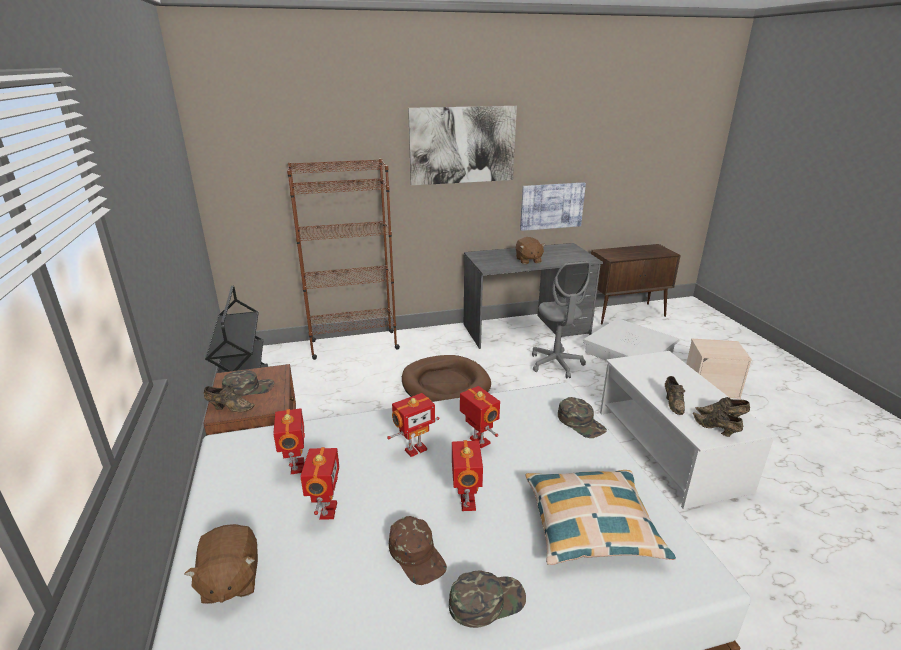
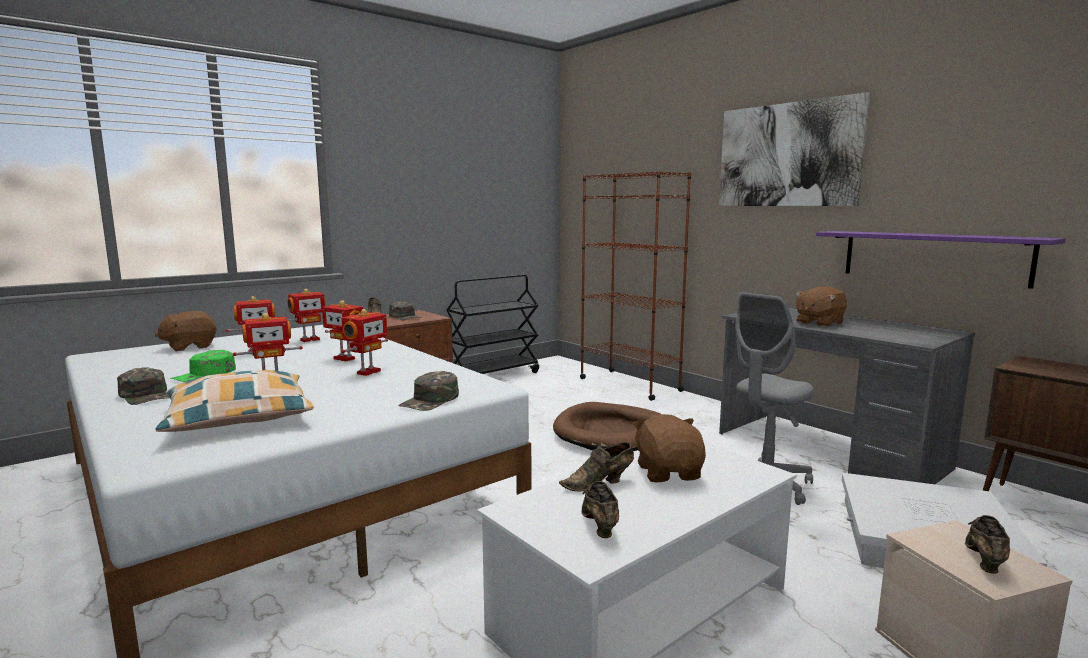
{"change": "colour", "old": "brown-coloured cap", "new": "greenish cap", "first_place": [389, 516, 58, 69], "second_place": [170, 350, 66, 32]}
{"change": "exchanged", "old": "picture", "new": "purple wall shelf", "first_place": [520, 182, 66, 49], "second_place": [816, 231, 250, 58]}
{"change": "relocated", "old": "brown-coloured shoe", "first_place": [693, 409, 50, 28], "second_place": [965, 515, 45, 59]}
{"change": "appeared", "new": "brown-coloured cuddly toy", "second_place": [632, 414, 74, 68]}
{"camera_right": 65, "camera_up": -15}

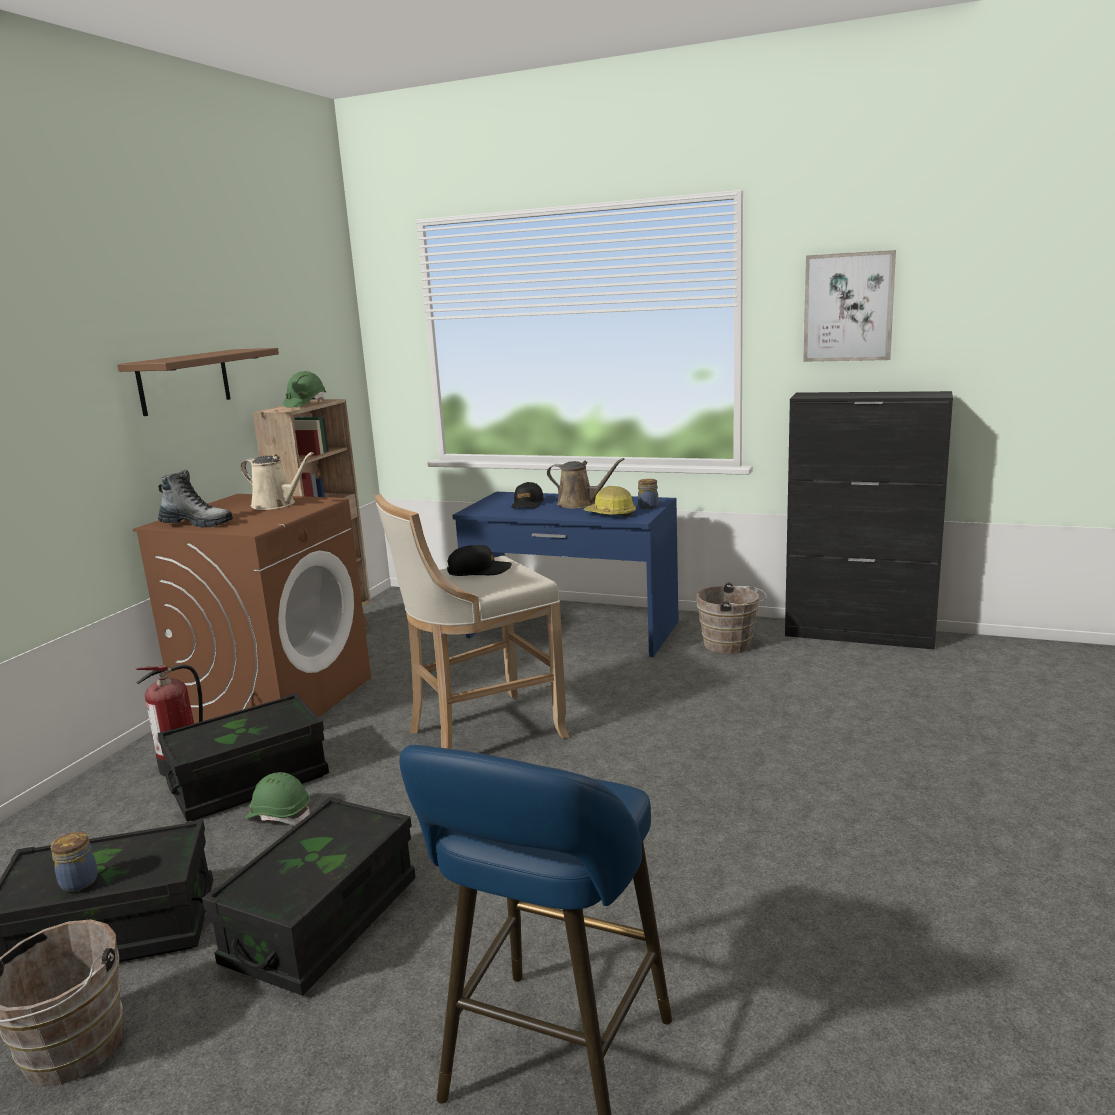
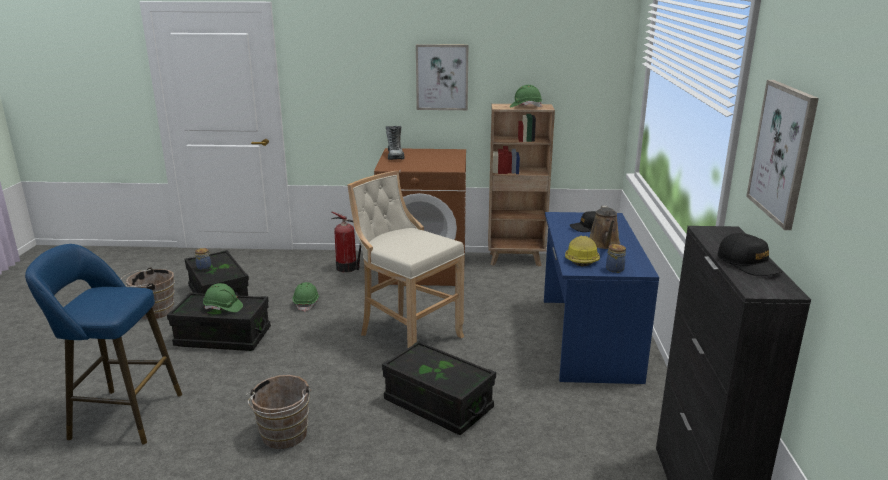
{"change": "exchanged", "old": "brown-coloured wall shelf", "new": "picture", "first_place": [117, 348, 162, 68], "second_place": [416, 44, 52, 66]}
{"change": "relocated", "old": "black storage container", "first_place": [157, 693, 172, 129], "second_place": [382, 341, 114, 94]}
{"change": "missing", "old": "beige watering pot", "first_place": [241, 452, 73, 58]}
{"change": "relocated", "old": "black cap", "first_place": [447, 545, 65, 31], "second_place": [718, 233, 65, 43]}
{"change": "relocated", "old": "brown-coloured pail", "first_place": [696, 583, 71, 71], "second_place": [246, 375, 65, 74]}
{"change": "appeared", "new": "greenish work helmet", "second_place": [203, 283, 40, 29]}
{"camera_right": 70, "camera_up": 5}

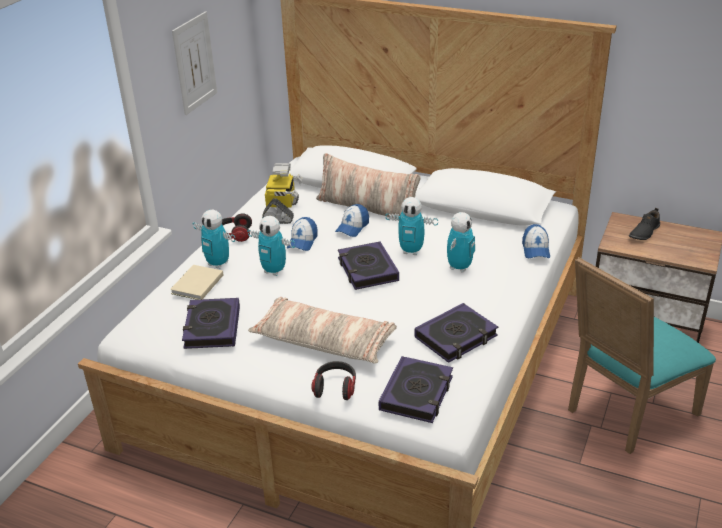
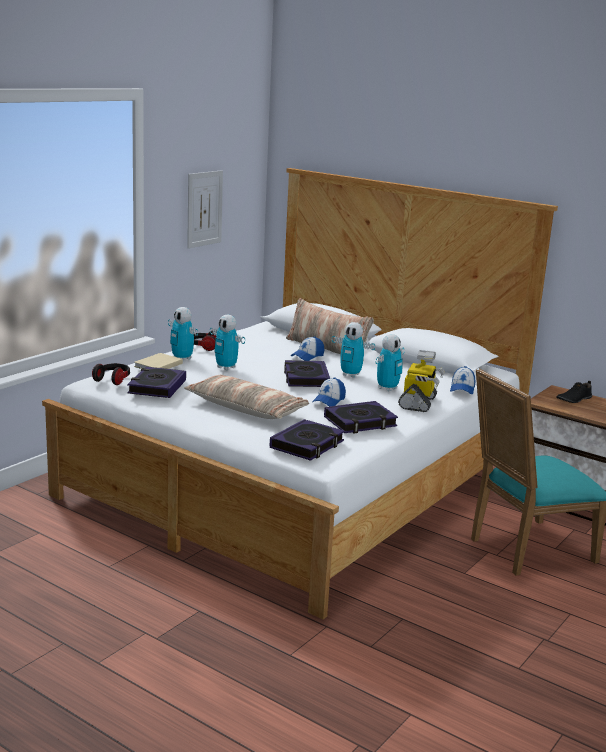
{"change": "relocated", "old": "model robot", "first_place": [262, 163, 40, 61], "second_place": [398, 350, 47, 62]}
{"change": "relocated", "old": "cap", "first_place": [287, 217, 30, 34], "second_place": [312, 377, 34, 29]}
{"change": "relocated", "old": "headset", "first_place": [311, 361, 45, 39], "second_place": [92, 363, 38, 22]}
{"camera_right": 10, "camera_up": -15}

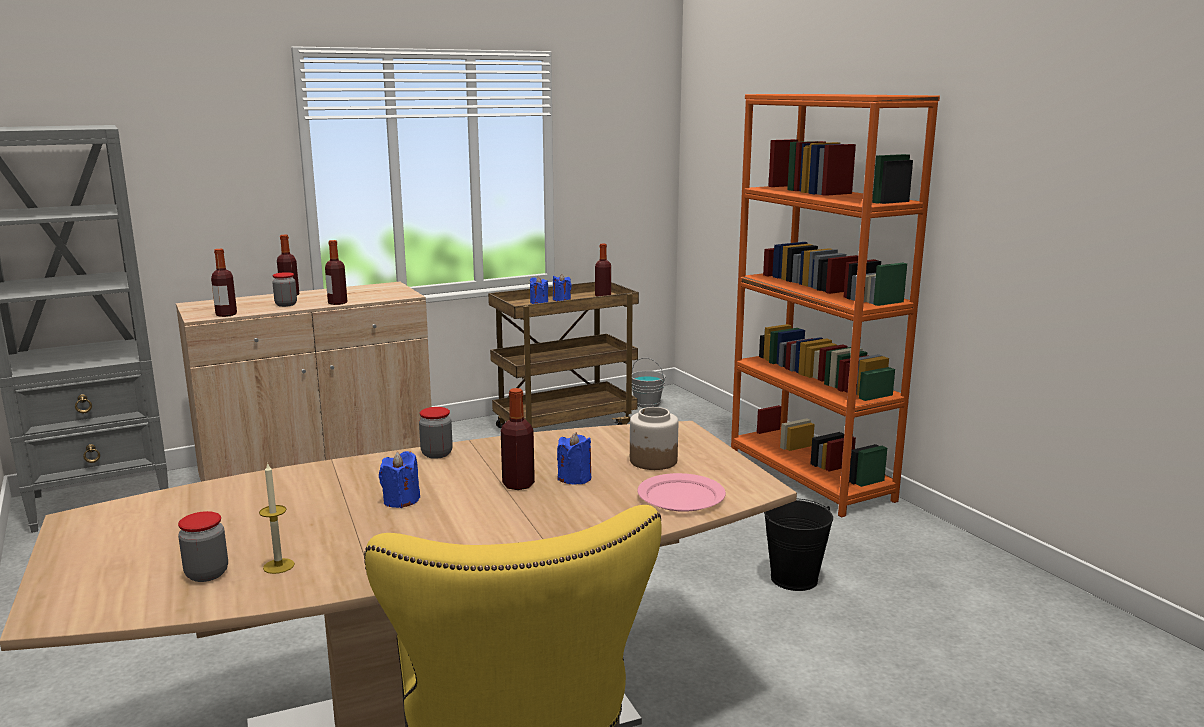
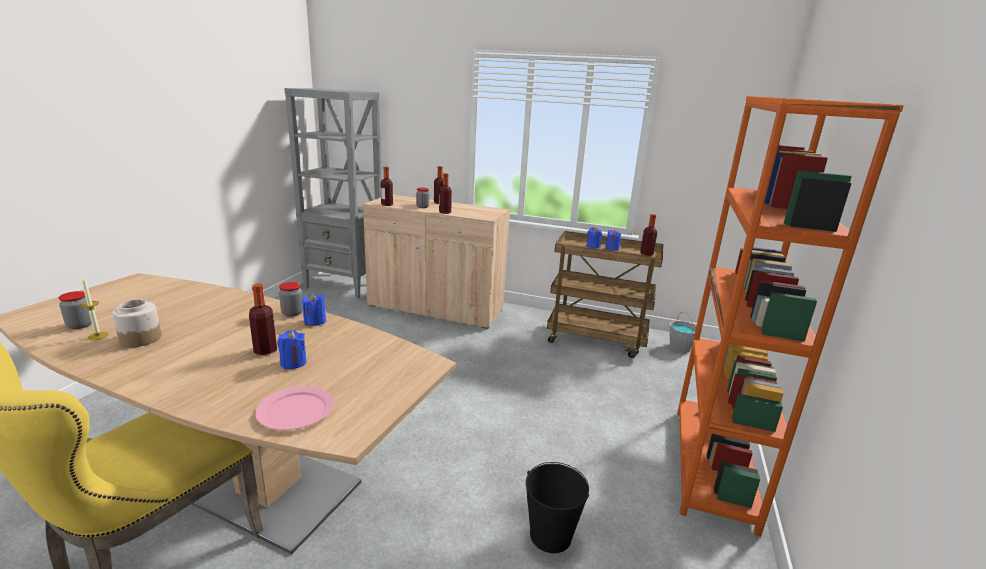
{"change": "relocated", "old": "blue-coloured wax light", "first_place": [379, 451, 41, 57], "second_place": [302, 292, 24, 34]}
{"change": "relocated", "old": "jar", "first_place": [630, 407, 48, 63], "second_place": [112, 299, 50, 48]}
{"camera_right": 45, "camera_up": 5}

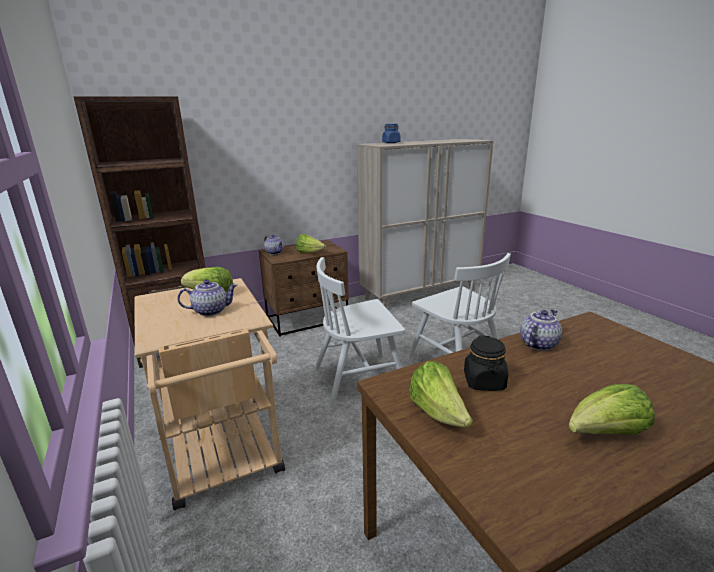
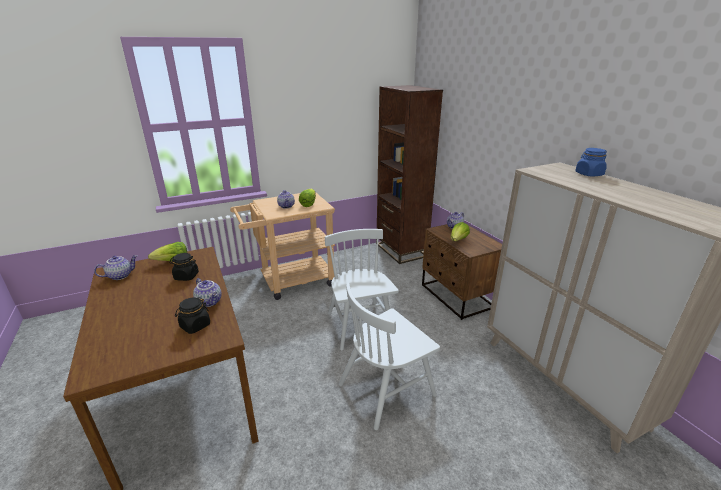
{"change": "missing", "old": "lettuce", "first_place": [568, 384, 87, 51]}
{"change": "appeared", "new": "pot for tea", "second_place": [94, 255, 43, 25]}
{"change": "appeared", "new": "black jar", "second_place": [175, 297, 35, 37]}
{"camera_right": 90, "camera_up": 5}

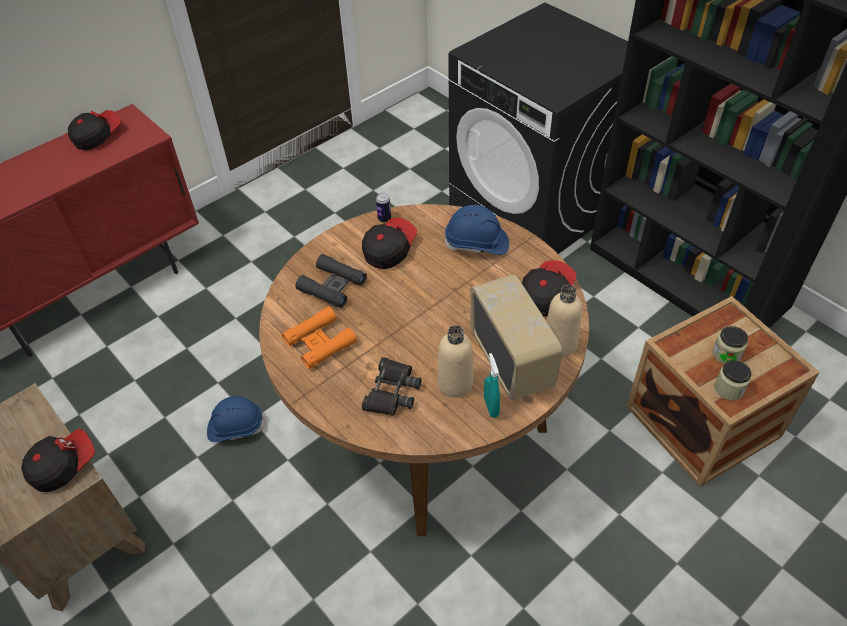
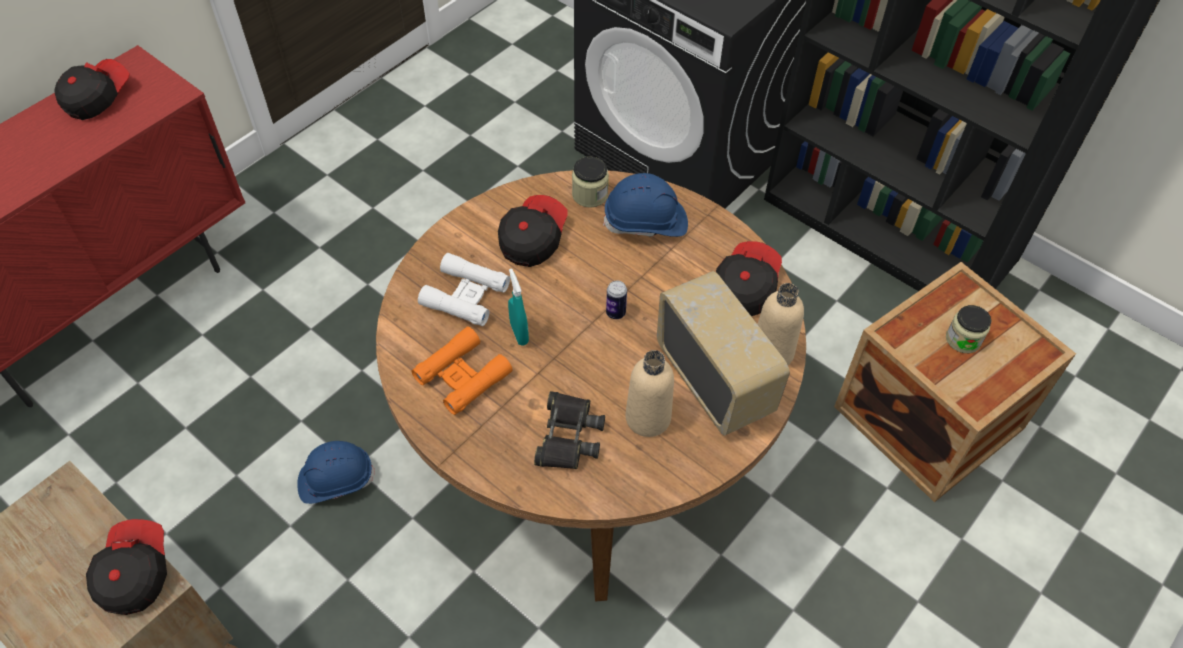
{"change": "spun", "old": "cap", "first_place": [21, 428, 74, 64], "second_place": [86, 519, 81, 96], "degrees": -45}
{"change": "colour", "old": "black binoculars", "new": "white binoculars", "first_place": [296, 254, 71, 54], "second_place": [418, 253, 92, 73]}
{"change": "relocated", "old": "metal can", "first_place": [376, 193, 15, 30], "second_place": [606, 281, 21, 38]}
{"change": "relocated", "old": "turquoise hand sprayer", "first_place": [484, 353, 16, 65], "second_place": [508, 269, 21, 77]}
{"change": "relocated", "old": "jar", "first_place": [714, 360, 37, 40], "second_place": [572, 157, 37, 51]}
{"camera_right": -10, "camera_up": 5}

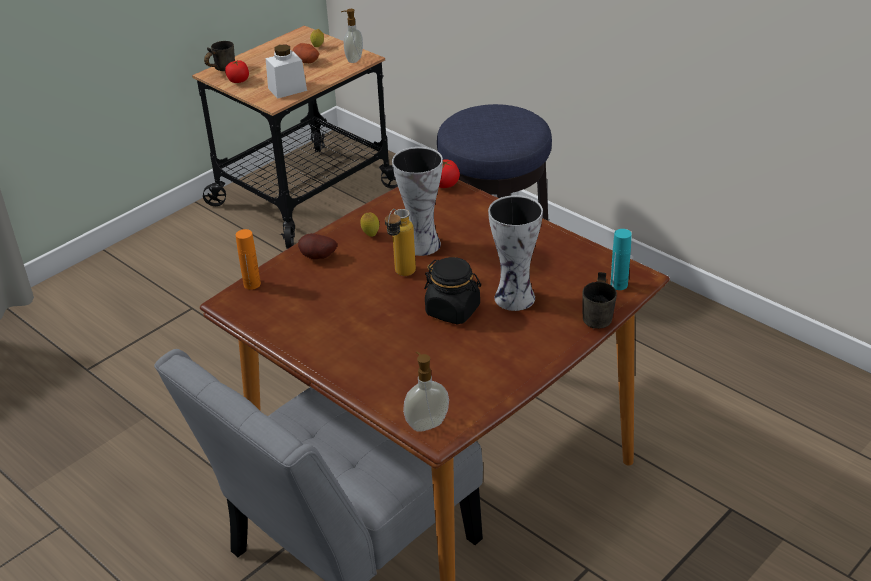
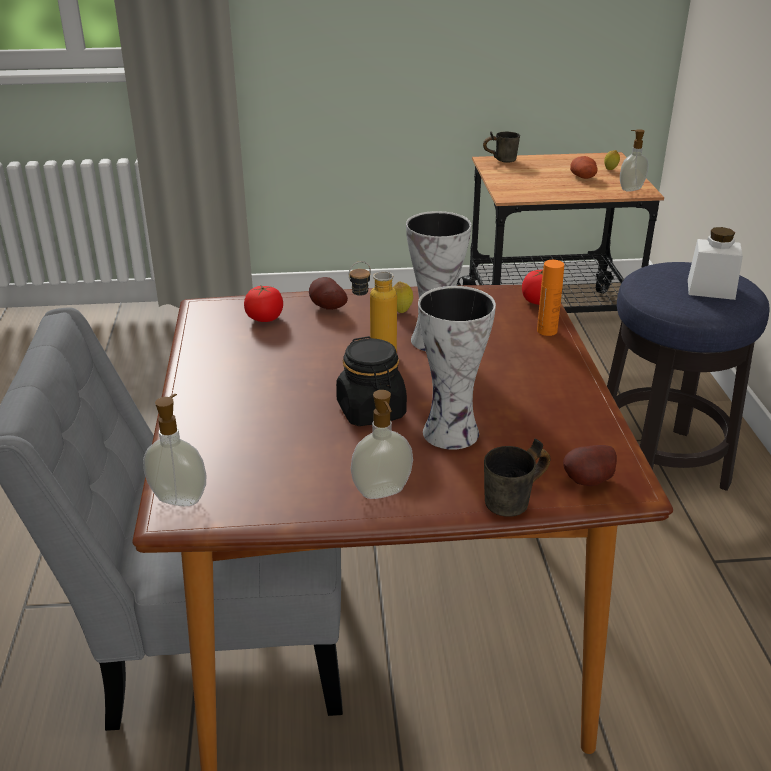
{"change": "relocated", "old": "tomato", "first_place": [225, 60, 24, 23], "second_place": [244, 285, 39, 37]}
{"change": "relocated", "old": "orangey drink bottle", "first_place": [236, 229, 25, 61], "second_place": [537, 260, 27, 76]}
{"change": "relocated", "old": "white jar", "first_place": [266, 44, 41, 55], "second_place": [688, 227, 55, 73]}
{"change": "exchanged", "old": "turquoise drink bottle", "new": "potato", "first_place": [610, 229, 22, 61], "second_place": [563, 445, 54, 41]}
{"change": "appeared", "new": "liquid soap bottle", "second_place": [351, 390, 62, 109]}
{"camera_right": 40, "camera_up": -5}

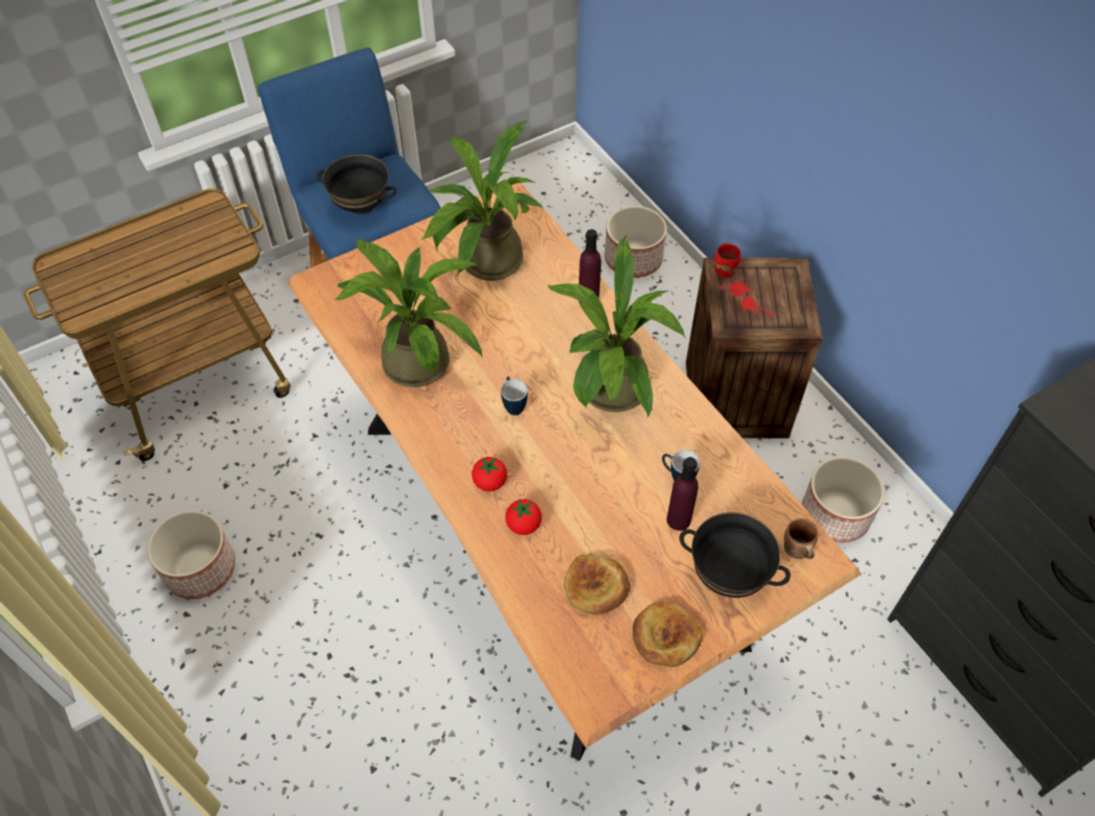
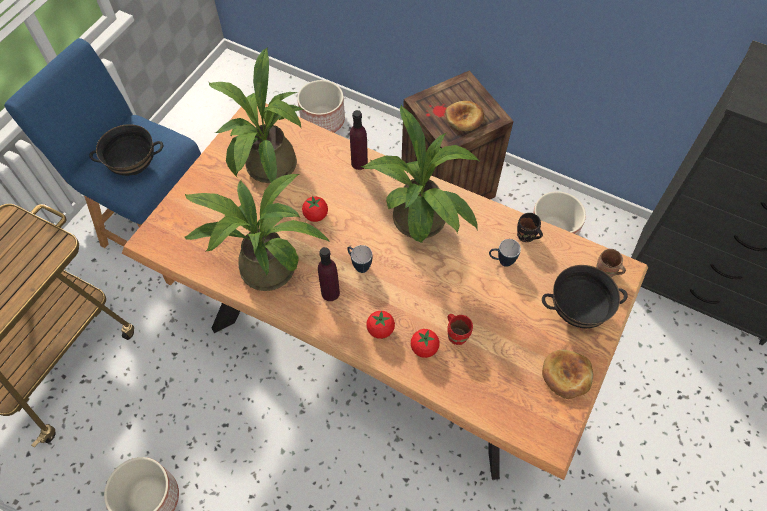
{"change": "relocated", "old": "baked bread", "first_place": [564, 554, 66, 61], "second_place": [445, 101, 39, 30]}
{"change": "relocated", "old": "purple drink bottle", "first_place": [667, 457, 31, 74], "second_place": [318, 247, 22, 54]}
{"change": "relocated", "old": "reddish coffee mug", "first_place": [715, 243, 26, 35], "second_place": [447, 314, 26, 31]}
{"change": "appeared", "new": "tomato", "second_place": [302, 196, 26, 26]}
{"change": "appeared", "new": "black coffee mug", "second_place": [517, 213, 26, 29]}
{"camera_right": -30, "camera_up": 5}

